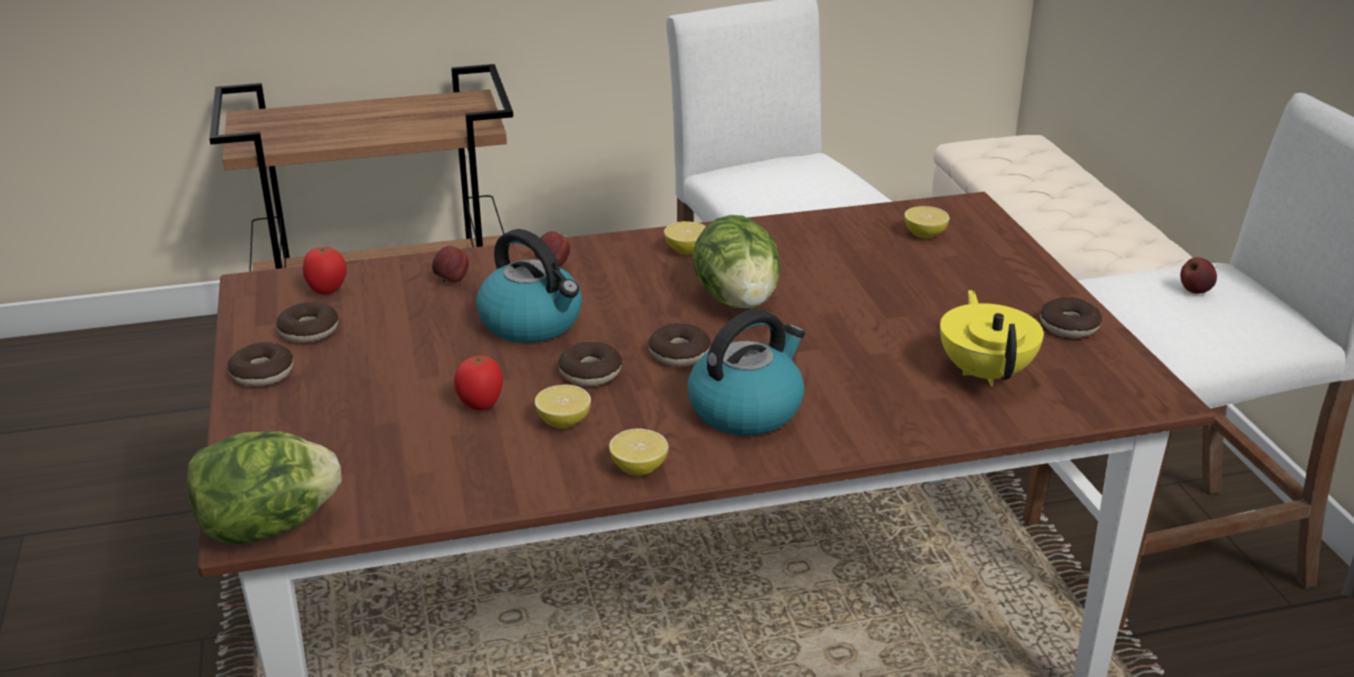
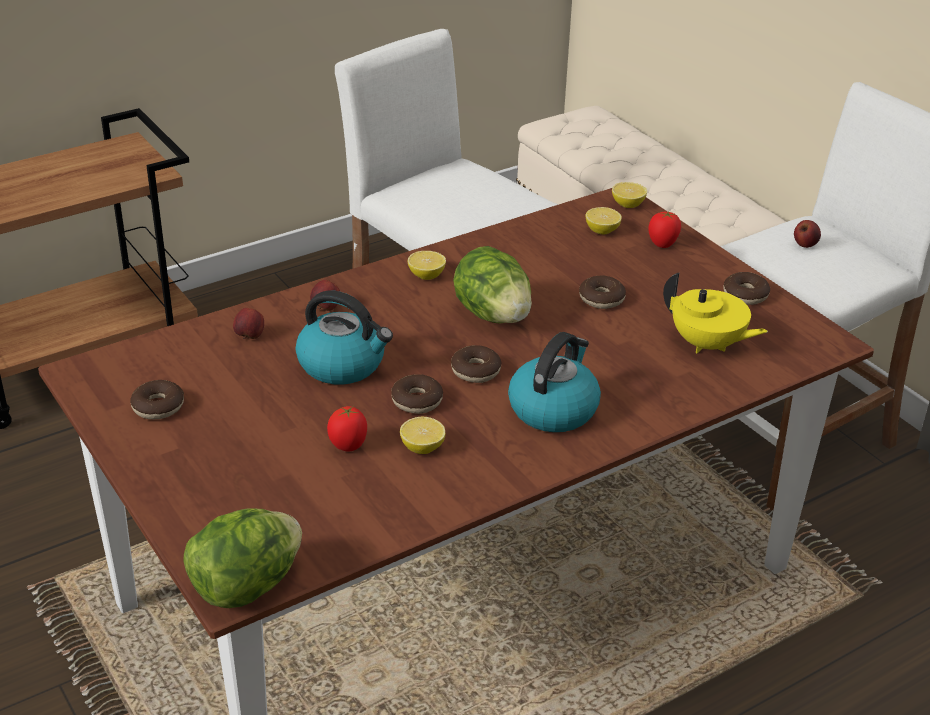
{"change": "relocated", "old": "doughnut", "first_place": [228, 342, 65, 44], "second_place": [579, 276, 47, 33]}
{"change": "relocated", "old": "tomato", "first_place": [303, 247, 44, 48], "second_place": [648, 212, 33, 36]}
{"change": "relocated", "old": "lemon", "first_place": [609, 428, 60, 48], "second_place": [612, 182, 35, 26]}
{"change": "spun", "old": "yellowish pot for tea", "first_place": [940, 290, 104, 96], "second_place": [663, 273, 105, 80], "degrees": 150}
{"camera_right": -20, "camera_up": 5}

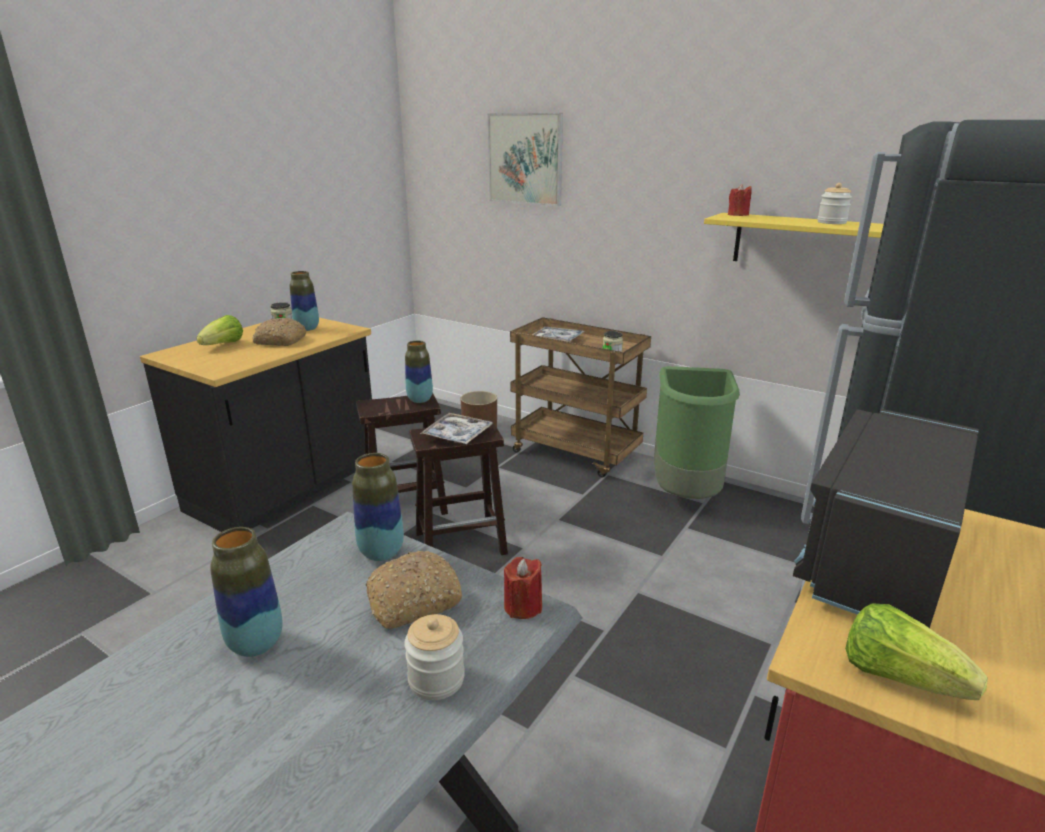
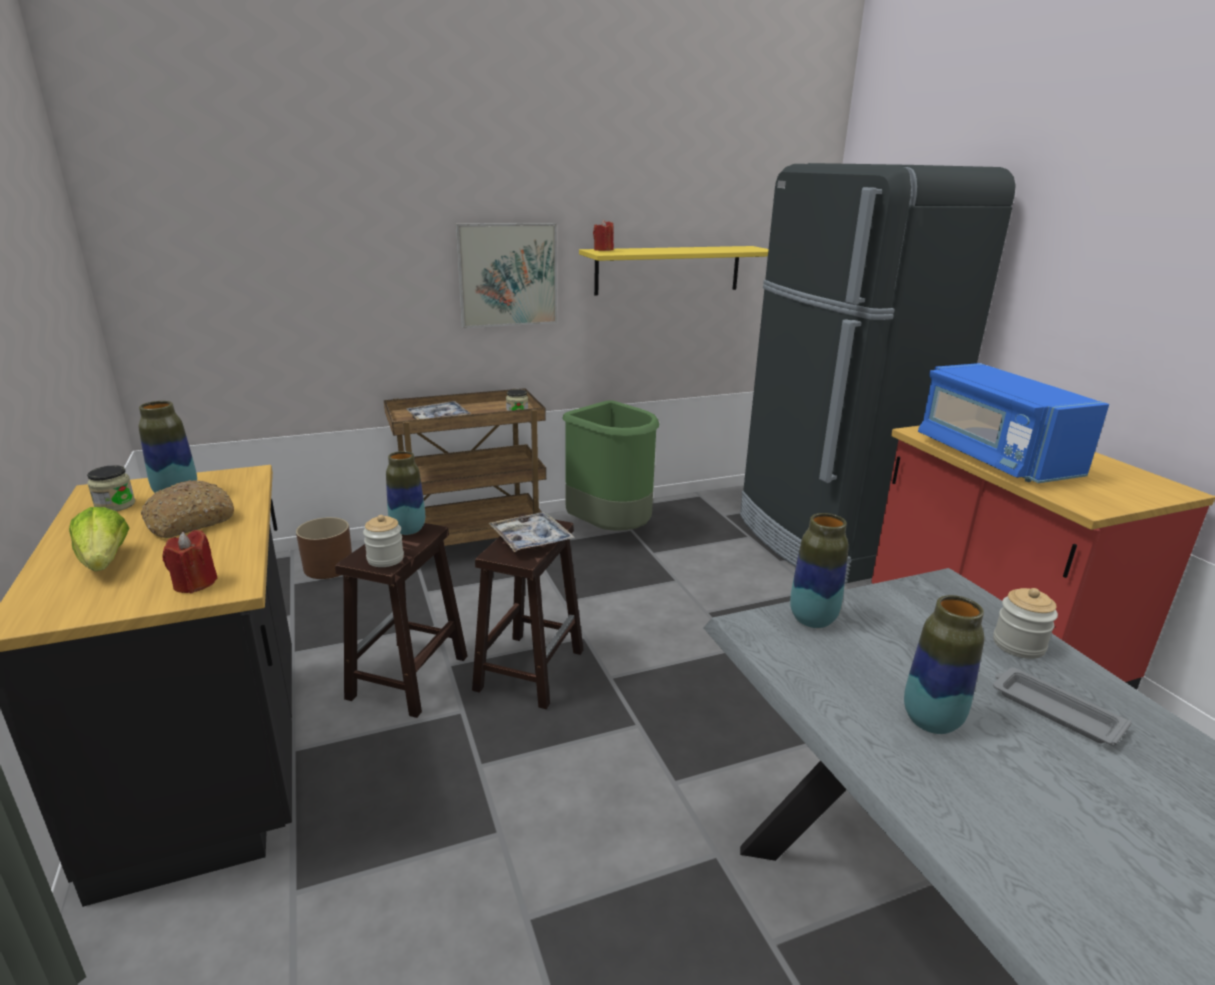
{"change": "missing", "old": "baked bread", "first_place": [366, 551, 96, 78]}
{"change": "relocated", "old": "picture", "first_place": [488, 113, 75, 93], "second_place": [456, 223, 101, 105]}
{"change": "relocated", "old": "reddish wax light", "first_place": [504, 557, 38, 62], "second_place": [162, 530, 56, 63]}
{"change": "colour", "old": "black kitchen microwave", "new": "blue-coloured kitchen microwave", "first_place": [793, 409, 186, 219], "second_place": [918, 363, 191, 120]}
{"change": "relocated", "old": "jar", "first_place": [818, 183, 34, 41], "second_place": [363, 515, 41, 52]}
{"change": "missing", "old": "lettuce", "first_place": [845, 603, 143, 97]}
{"change": "appeared", "new": "greyish carrying tray", "second_place": [993, 667, 138, 79]}
{"camera_right": -55, "camera_up": 0}

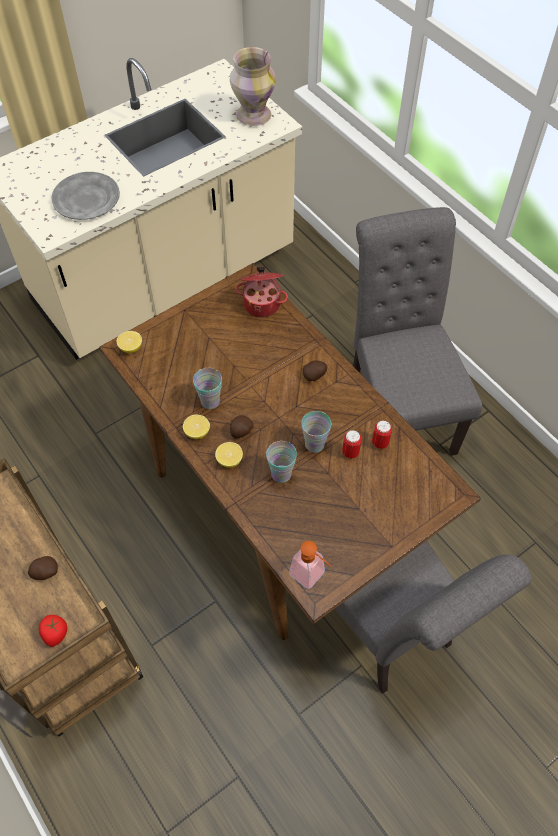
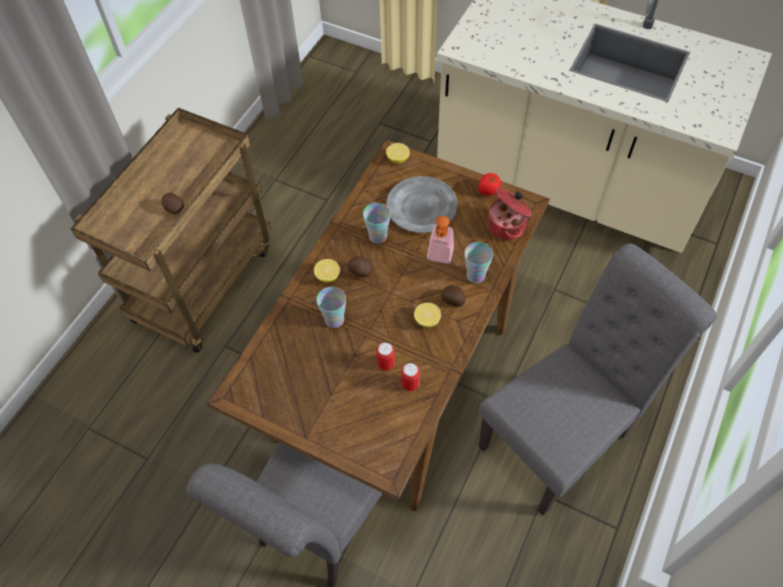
{"change": "relocated", "old": "tomato", "first_place": [39, 615, 28, 32], "second_place": [478, 173, 23, 23]}
{"change": "relocated", "old": "greyish dinner plate", "first_place": [51, 172, 69, 48], "second_place": [386, 176, 71, 57]}
{"change": "relocated", "old": "lemon", "first_place": [183, 415, 27, 24], "second_place": [414, 303, 27, 25]}
{"change": "missing", "old": "decorative vase", "first_place": [230, 47, 46, 79]}
{"change": "relocated", "old": "liquid soap bottle", "first_place": [289, 541, 42, 48], "second_place": [427, 216, 27, 48]}
{"change": "relocated", "old": "drinking cup", "first_place": [301, 411, 30, 42], "second_place": [464, 242, 29, 41]}
{"camera_right": 65, "camera_up": 0}

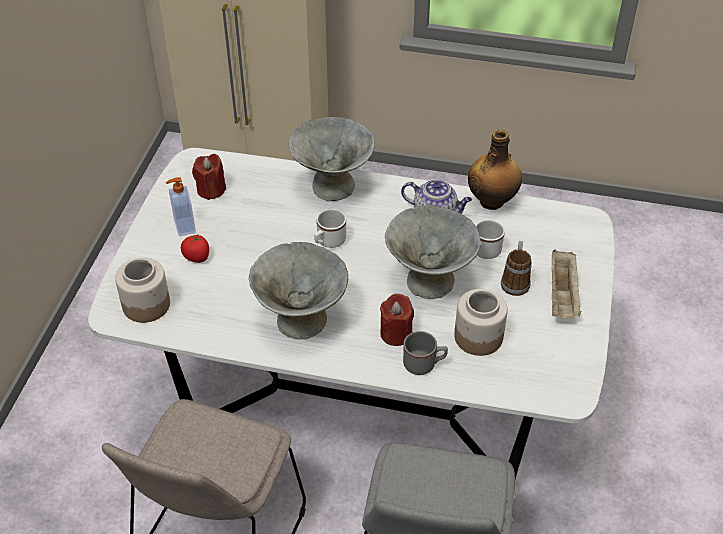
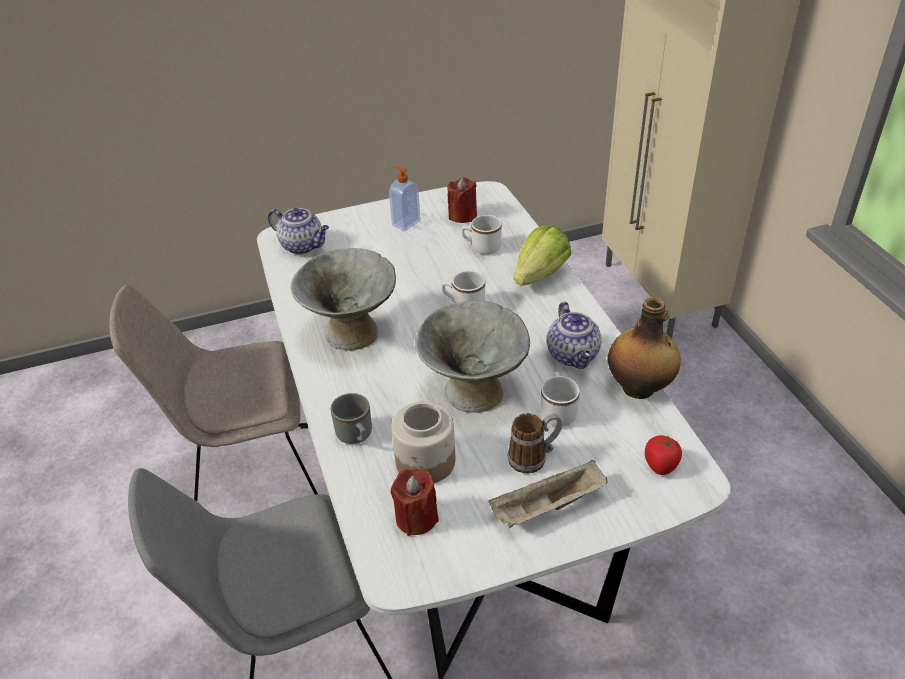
{"change": "exchanged", "old": "jar", "new": "pot for tea", "first_place": [115, 258, 55, 65], "second_place": [268, 208, 61, 46]}
{"change": "relocated", "old": "tomato", "first_place": [181, 233, 28, 30], "second_place": [645, 435, 37, 40]}
{"change": "exchanged", "old": "greyish bowl", "new": "lettuce", "first_place": [289, 117, 86, 84], "second_place": [514, 225, 58, 61]}
{"change": "relocated", "old": "reddish wax light", "first_place": [380, 294, 34, 52], "second_place": [391, 470, 48, 66]}
{"change": "appeared", "new": "white coffee mug", "second_place": [461, 215, 41, 40]}
{"camera_right": 60, "camera_up": -5}

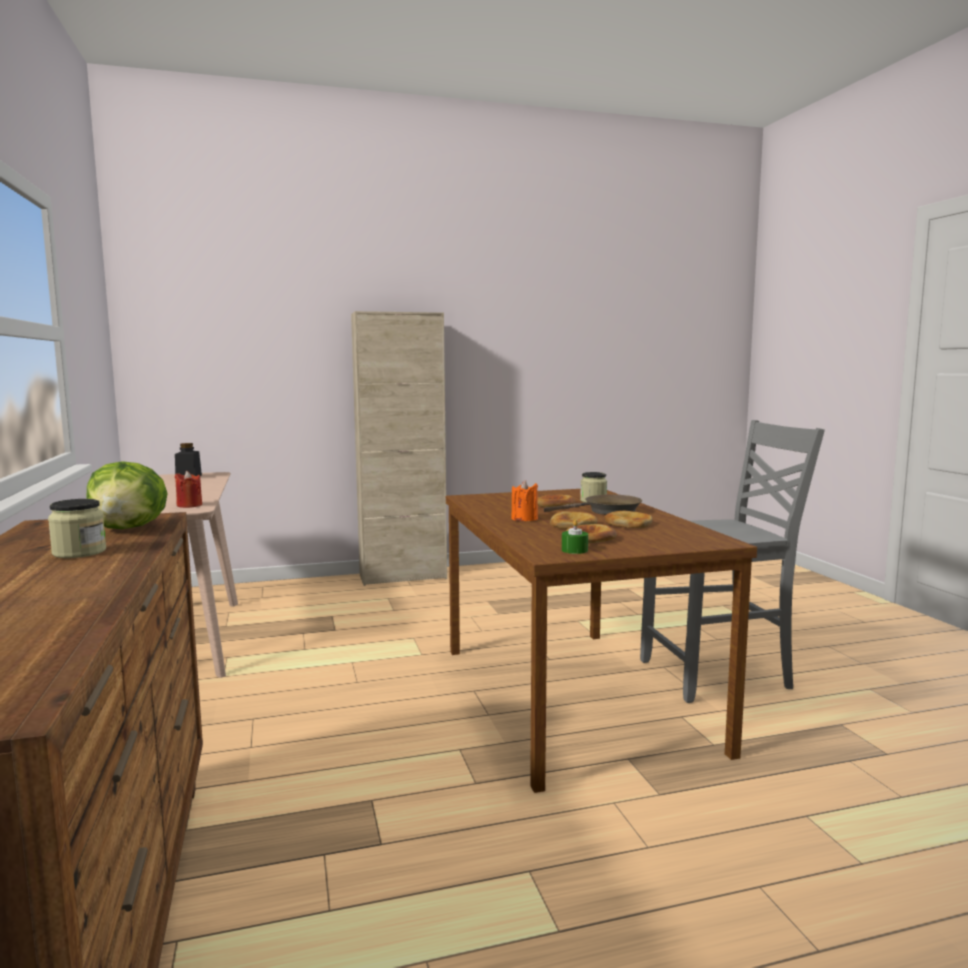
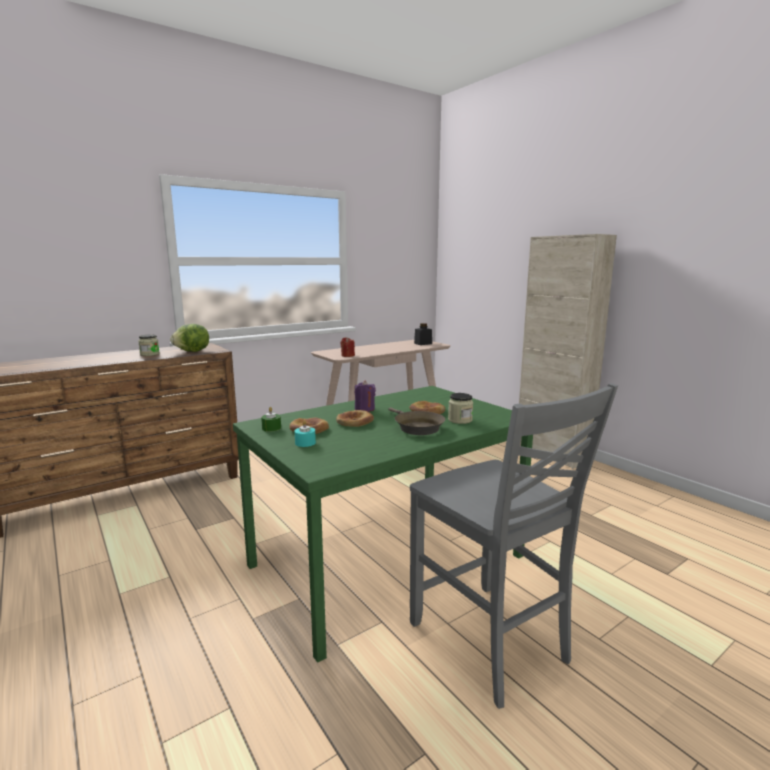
{"change": "colour", "old": "brown-coloured kitchen table", "new": "greenish kitchen table", "first_place": [446, 489, 311, 304], "second_place": [233, 386, 300, 277]}
{"change": "colour", "old": "orangey wax light", "new": "purple wax light", "first_place": [511, 480, 27, 41], "second_place": [355, 380, 21, 32]}
{"change": "missing", "old": "baked bread", "first_place": [604, 511, 48, 17]}
{"change": "appeared", "new": "turquoise wax light", "second_place": [295, 420, 21, 27]}
{"camera_right": 70, "camera_up": 5}

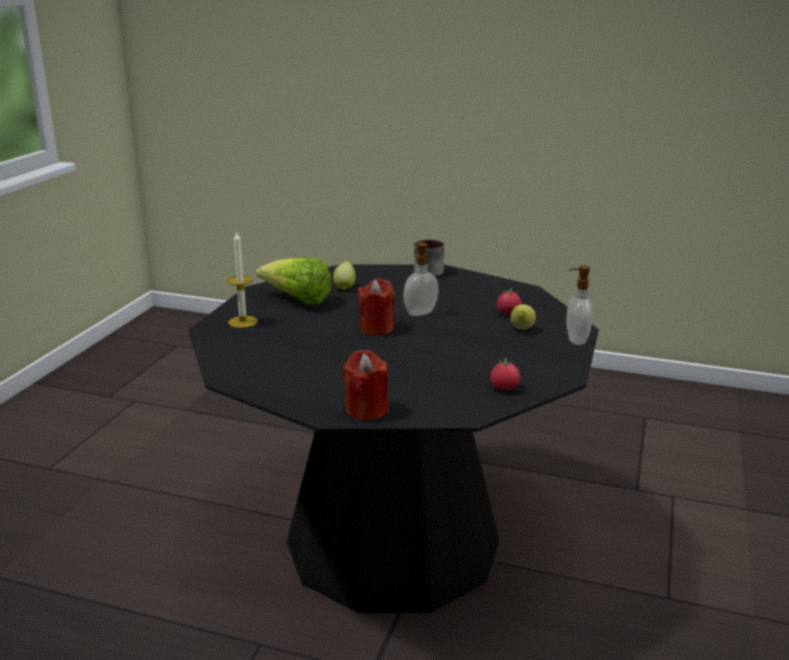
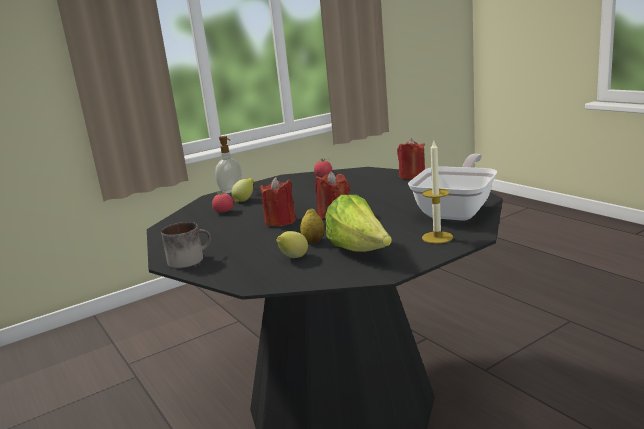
{"change": "exchanged", "old": "liquid soap bottle", "new": "reddish wax light", "first_place": [403, 242, 36, 74], "second_place": [260, 177, 36, 49]}
{"change": "appeared", "new": "lemon", "second_place": [300, 208, 24, 35]}
{"change": "appeared", "new": "skillet", "second_place": [408, 154, 89, 67]}
{"camera_right": -140, "camera_up": -5}

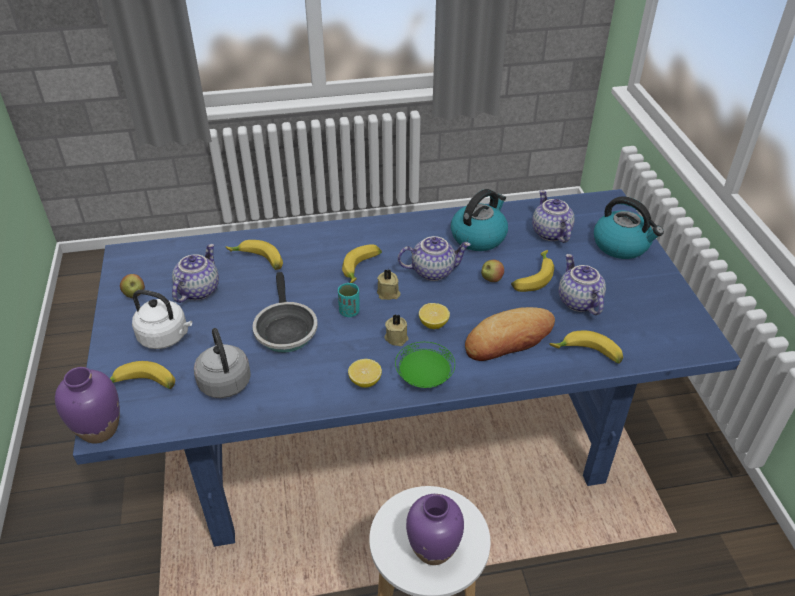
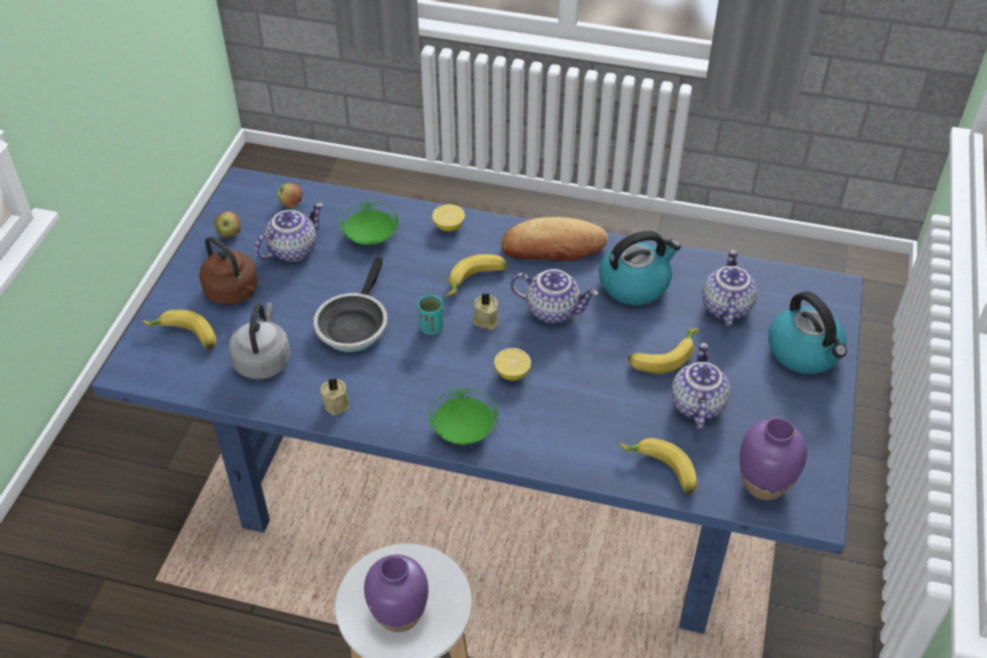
{"change": "relocated", "old": "purple decorative vase", "first_place": [55, 367, 65, 77], "second_place": [739, 418, 68, 82]}
{"change": "colour", "old": "white tea kettle", "new": "brown-coloured tea kettle", "first_place": [132, 290, 60, 59], "second_place": [199, 237, 59, 68]}
{"change": "exchanged", "old": "whole banana", "new": "greenish dinner plate", "first_place": [225, 240, 58, 30], "second_place": [339, 202, 60, 43]}
{"change": "relocated", "old": "lemon", "first_place": [348, 359, 34, 29], "second_place": [432, 204, 33, 27]}
{"change": "relocated", "old": "beige wax light", "first_place": [384, 314, 25, 32], "second_place": [320, 378, 29, 38]}
{"change": "relocated", "old": "baked bread", "first_place": [465, 307, 90, 54], "second_place": [501, 217, 107, 44]}
{"change": "relocated", "old": "whole apple", "first_place": [481, 260, 23, 22], "second_place": [277, 183, 26, 26]}
{"camera_right": 25, "camera_up": 5}

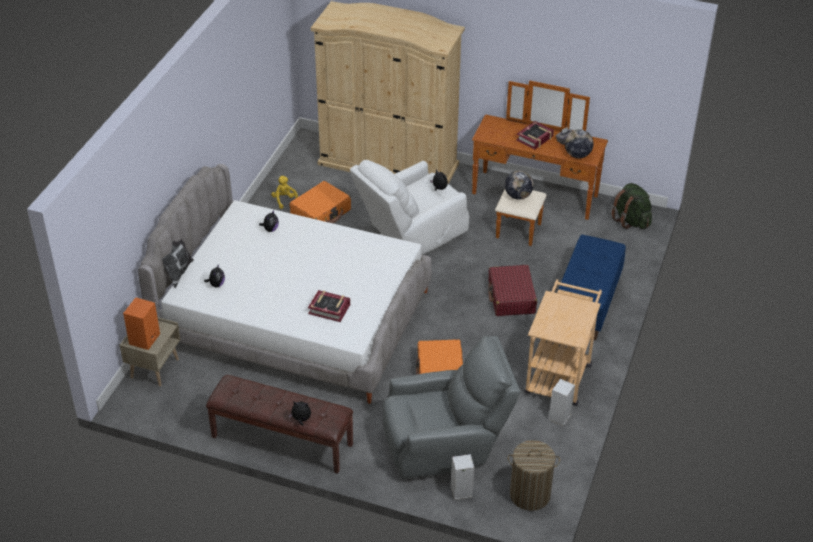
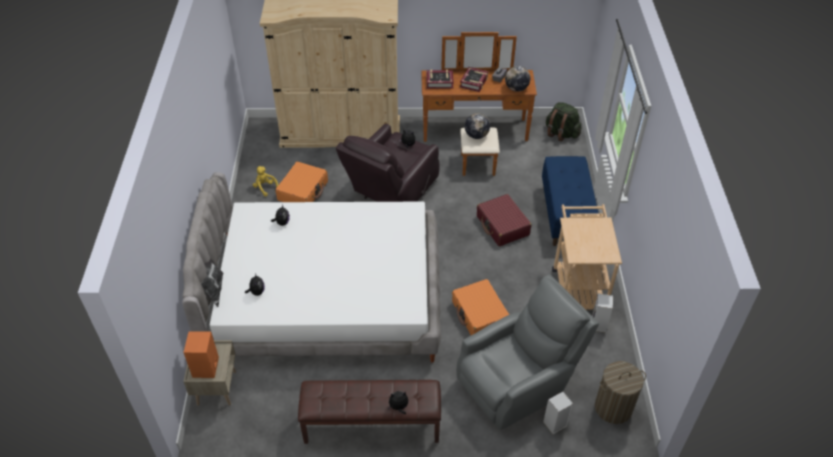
{"change": "relocated", "old": "bound book", "first_place": [308, 290, 42, 32], "second_place": [426, 70, 28, 19]}
{"change": "colour", "old": "white armchair", "new": "brown-coloured armchair", "first_place": [350, 160, 119, 95], "second_place": [336, 124, 103, 78]}
{"camera_right": -20, "camera_up": 5}

